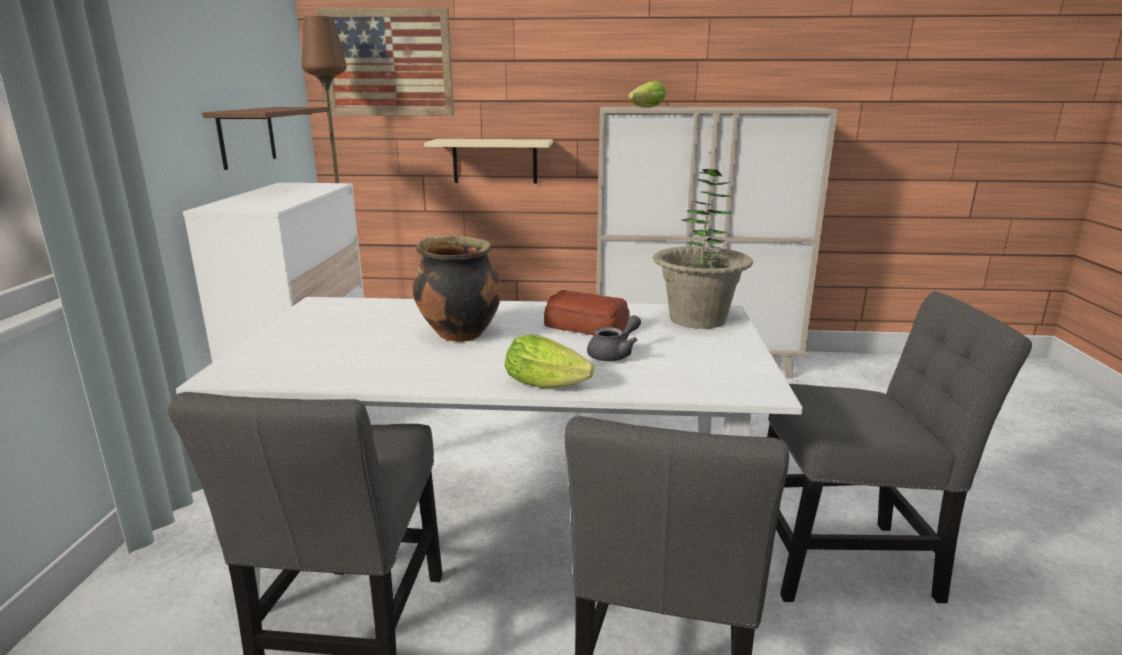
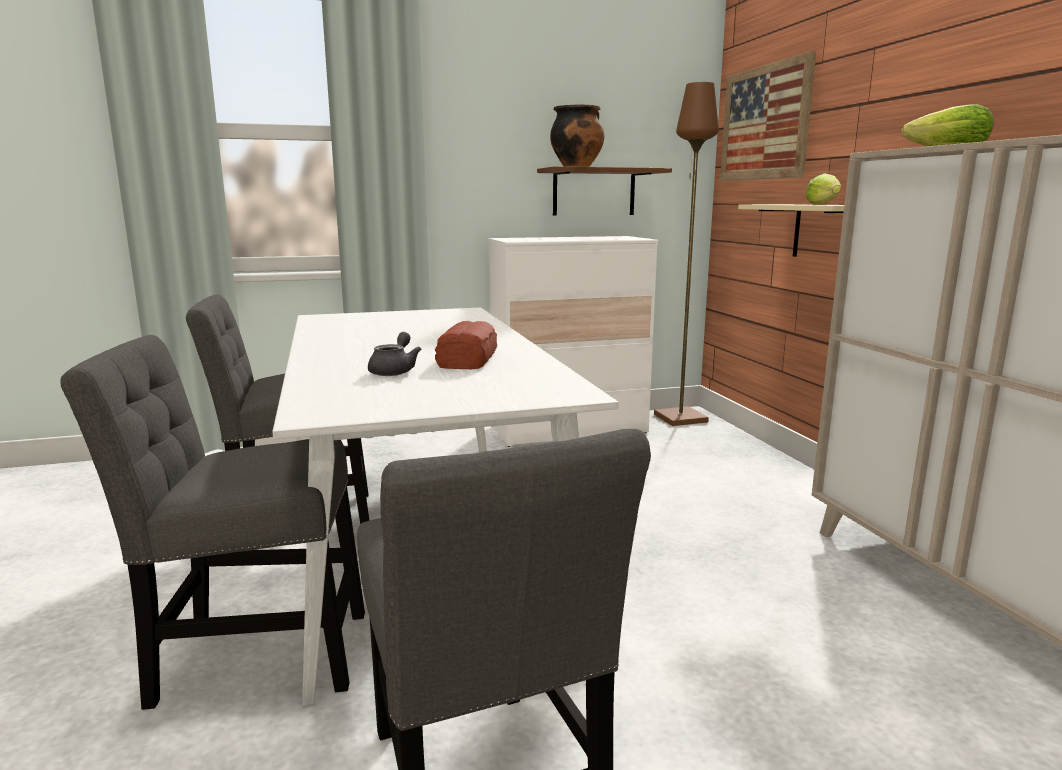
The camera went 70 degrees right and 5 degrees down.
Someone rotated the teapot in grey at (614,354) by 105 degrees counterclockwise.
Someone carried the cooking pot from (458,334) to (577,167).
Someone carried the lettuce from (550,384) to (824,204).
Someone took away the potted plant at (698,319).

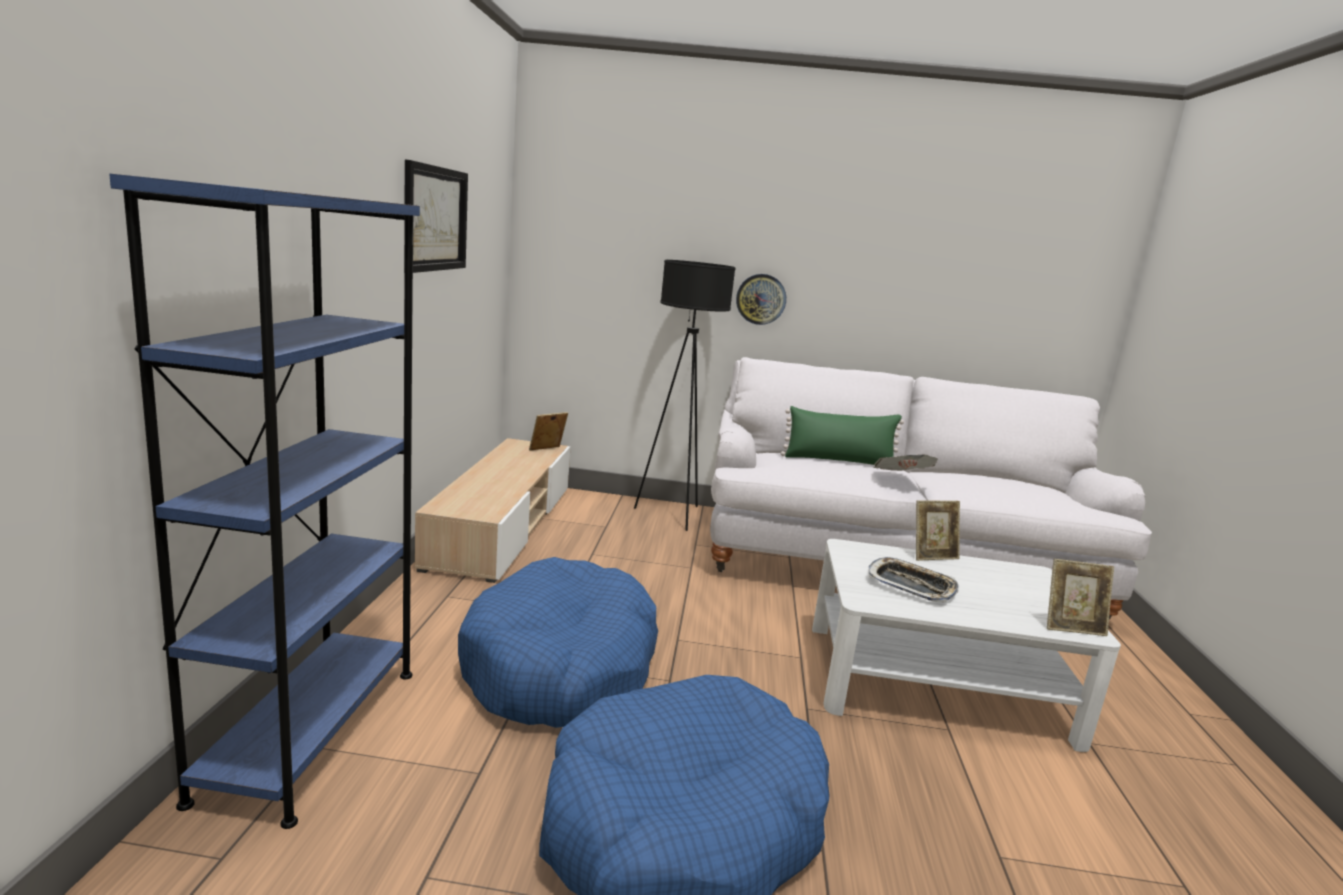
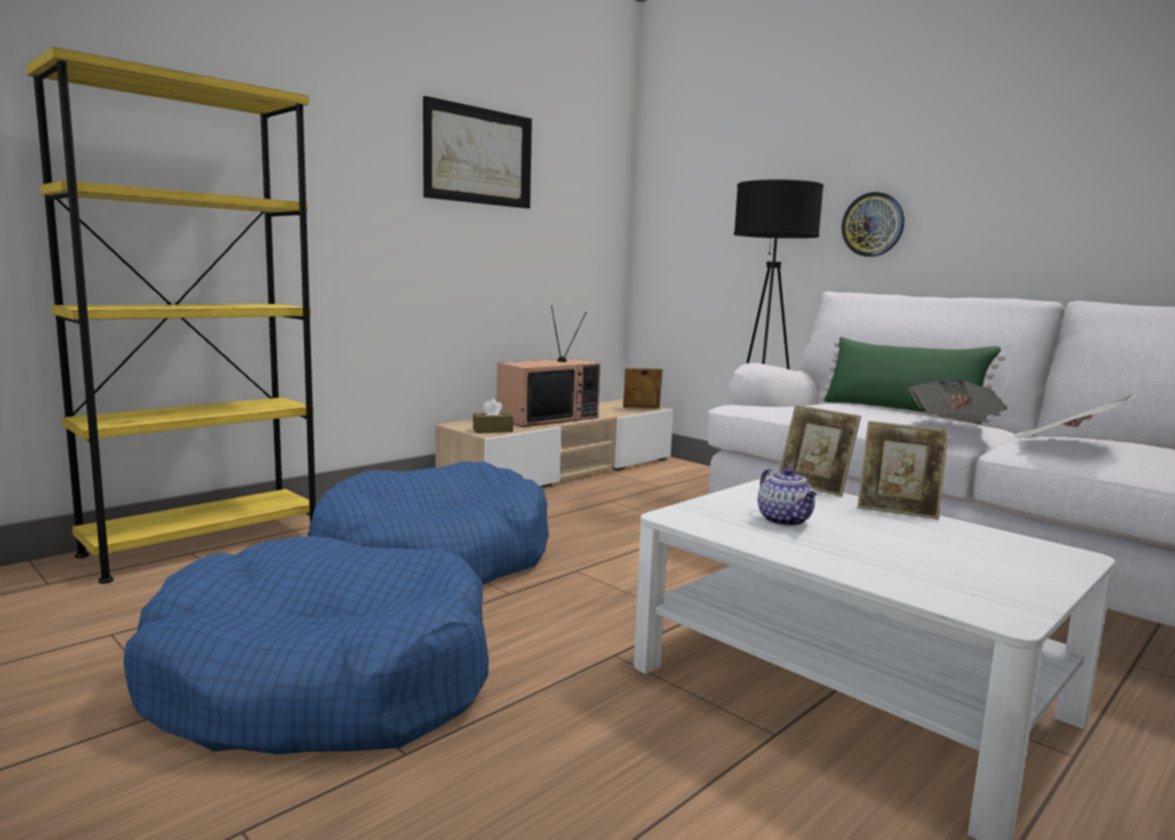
The camera went 40 degrees right and 5 degrees down.
Someone repainted the bookcase in blue at (311,731), which became the bookcase in yellow at (203,544).
Someone put down the tissue box in brown at (492,430).
Someone put down the television at (548,418).
Someone swapped the tray at (911,585) for the teapot at (785,521).
Someone carried the picture frame from (1072,627) to (814,487).
Someone put down the newspaper at (1065,445).

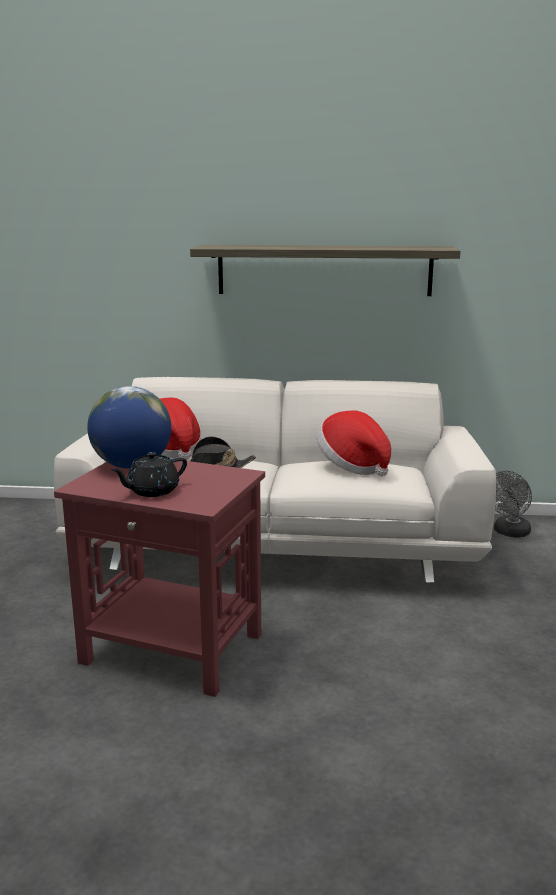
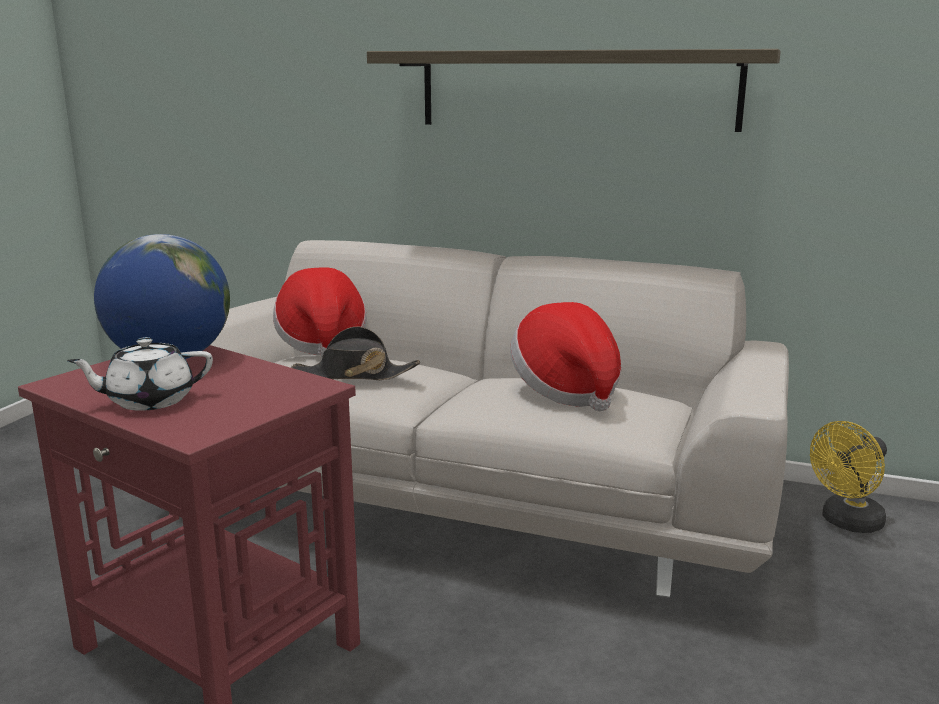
The camera went 15 degrees right and 0 degrees up.
Someone repainted the teapot in black at (152,491), which became the teapot in white at (149,401).
Someone repainted the fan in grey at (509,533), which became the fan in yellow at (846,523).

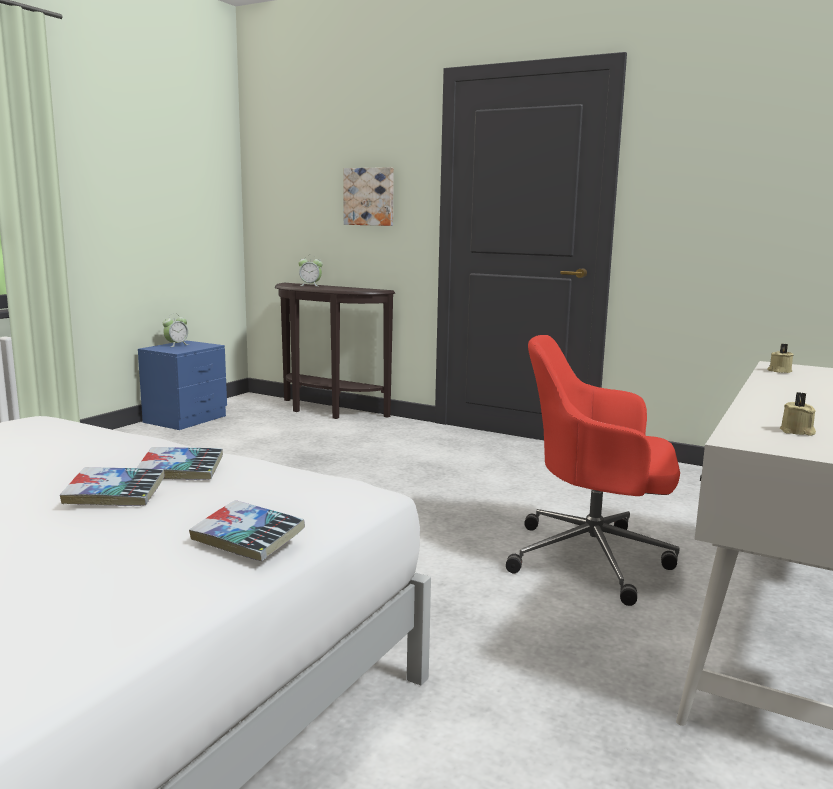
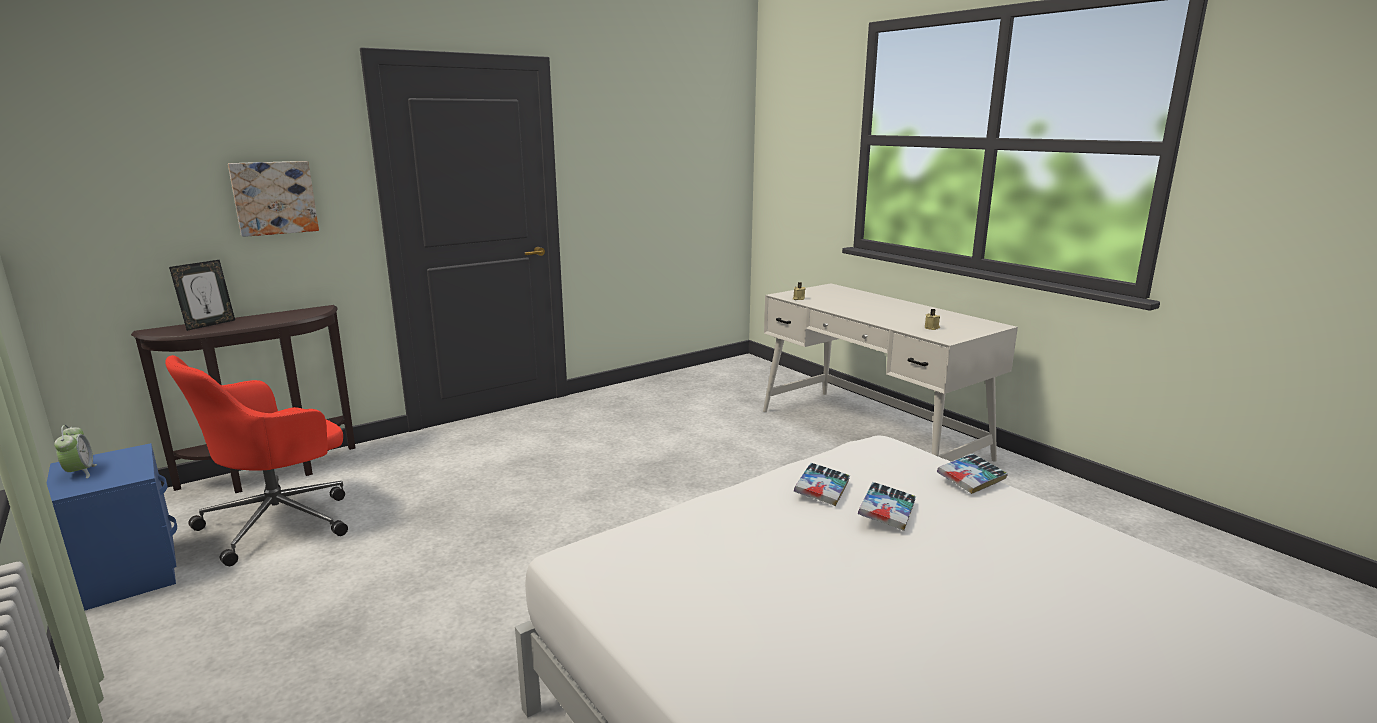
The camera went 65 degrees left and 5 degrees up.
Someone carried the office chair in red from (594,559) to (281,521).
Someone swapped the alarm clock at (310,285) for the picture frame at (209,324).

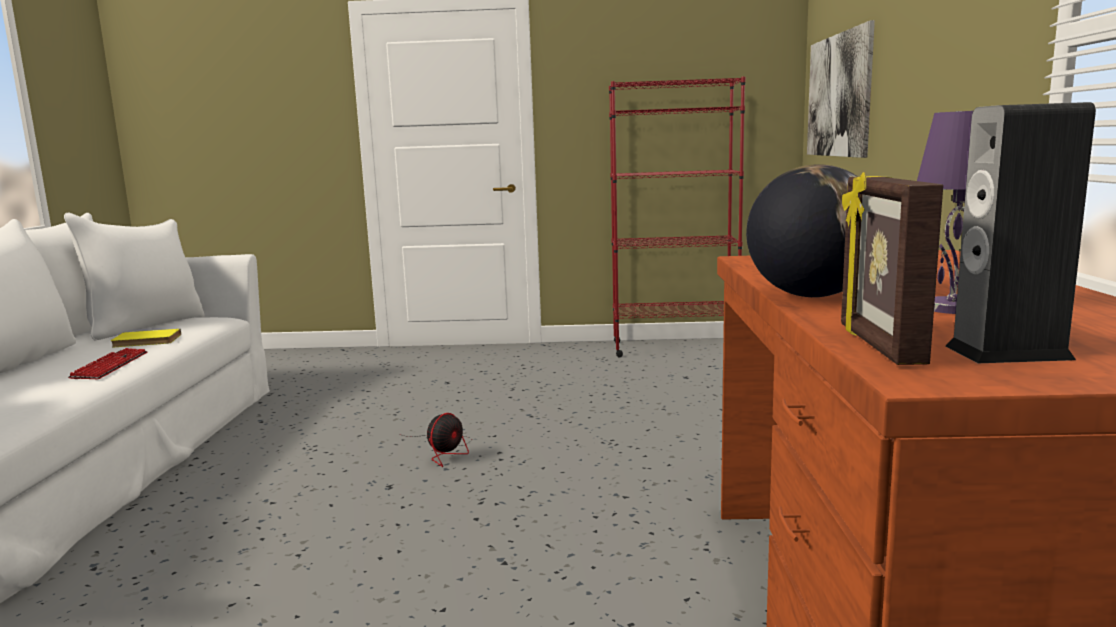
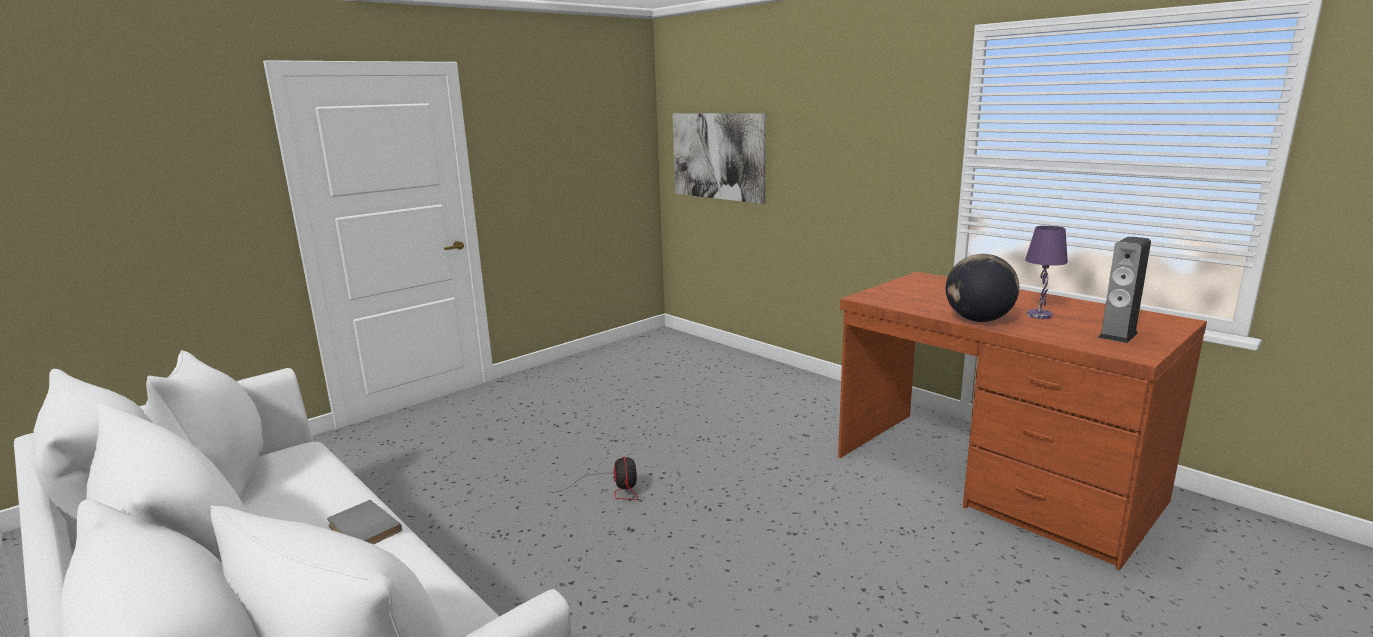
The camera went 45 degrees left and 5 degrees up.
Someone swapped the keyboard at (110,366) for the book in grey at (362,529).
Someone took away the book in yellow at (146,341).
Someone took away the bookcase in red at (675,348).
Someone took away the picture frame at (878,345).

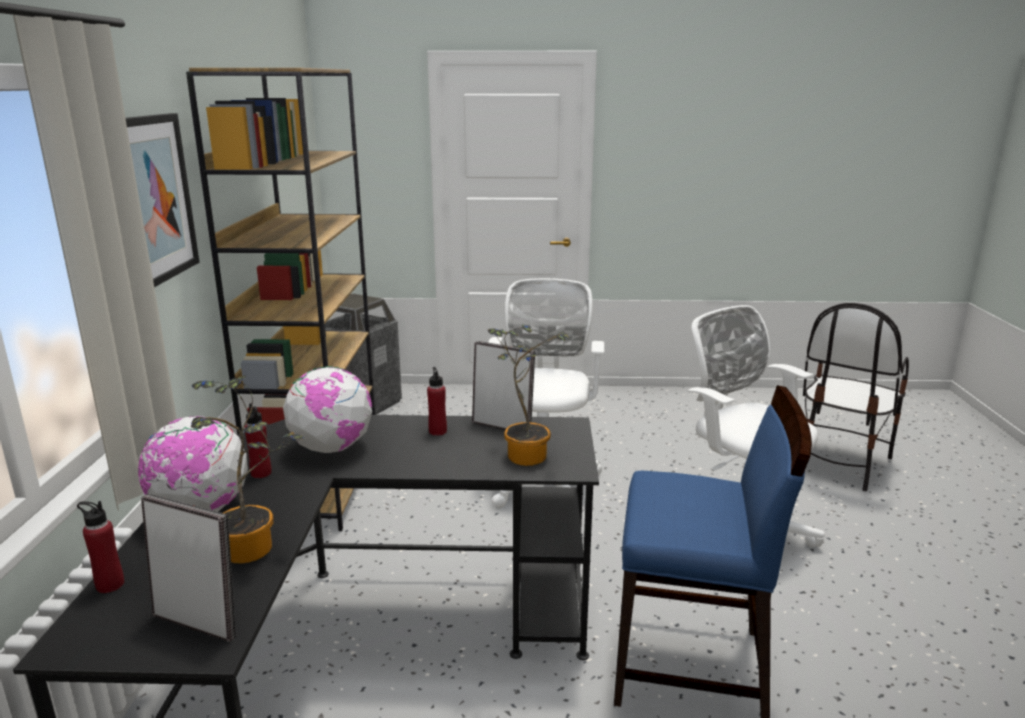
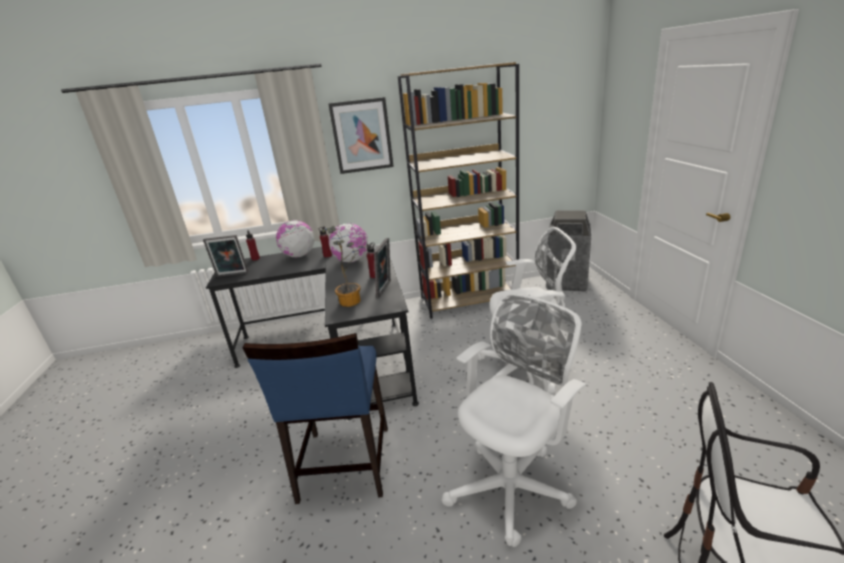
The camera went 80 degrees right and 5 degrees up.
Someone rotated the picture frame at (198,622) by 75 degrees clockwise.
Someone took away the potted plant at (255,549).

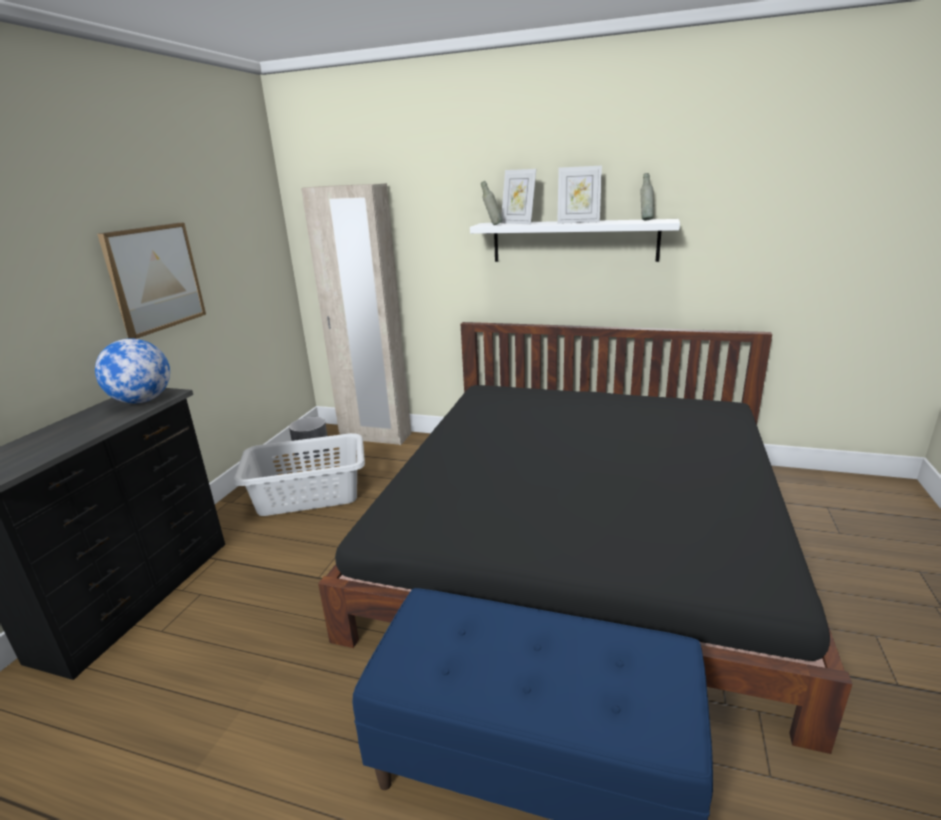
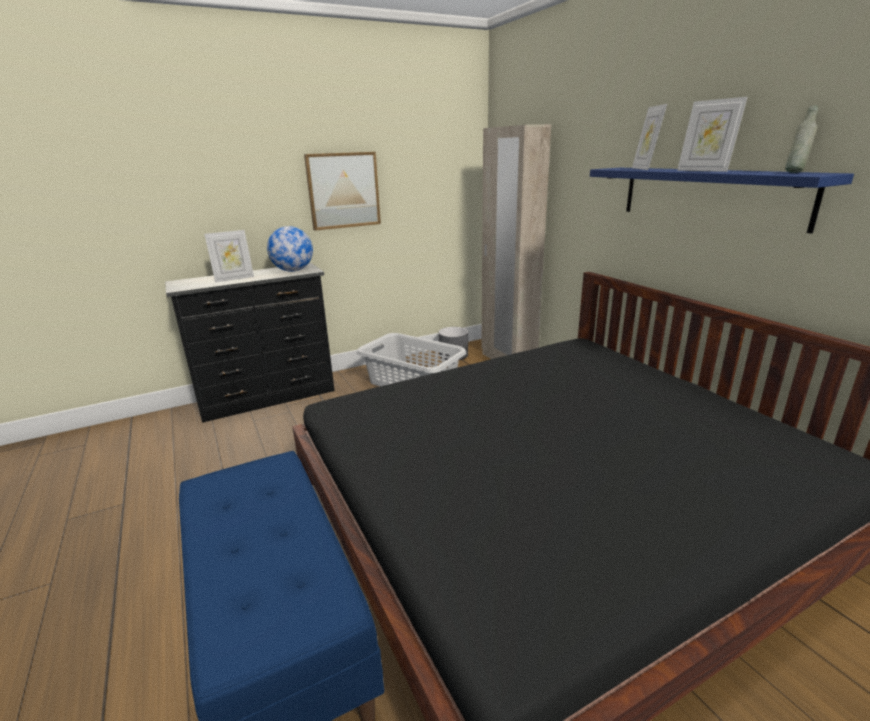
The camera went 45 degrees right and 0 degrees up.
Someone put down the picture frame at (234,279).
Someone repainted the shelf in white at (574,241), which became the shelf in blue at (709,195).
Someone took away the bottle in grey at (492,225).

